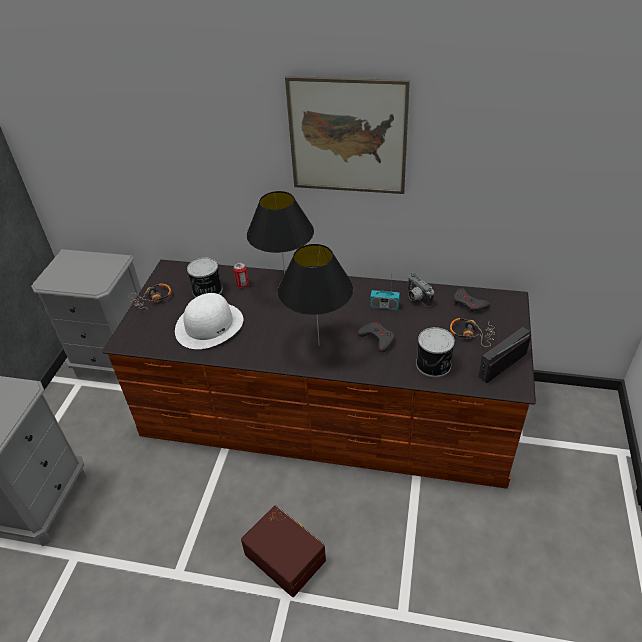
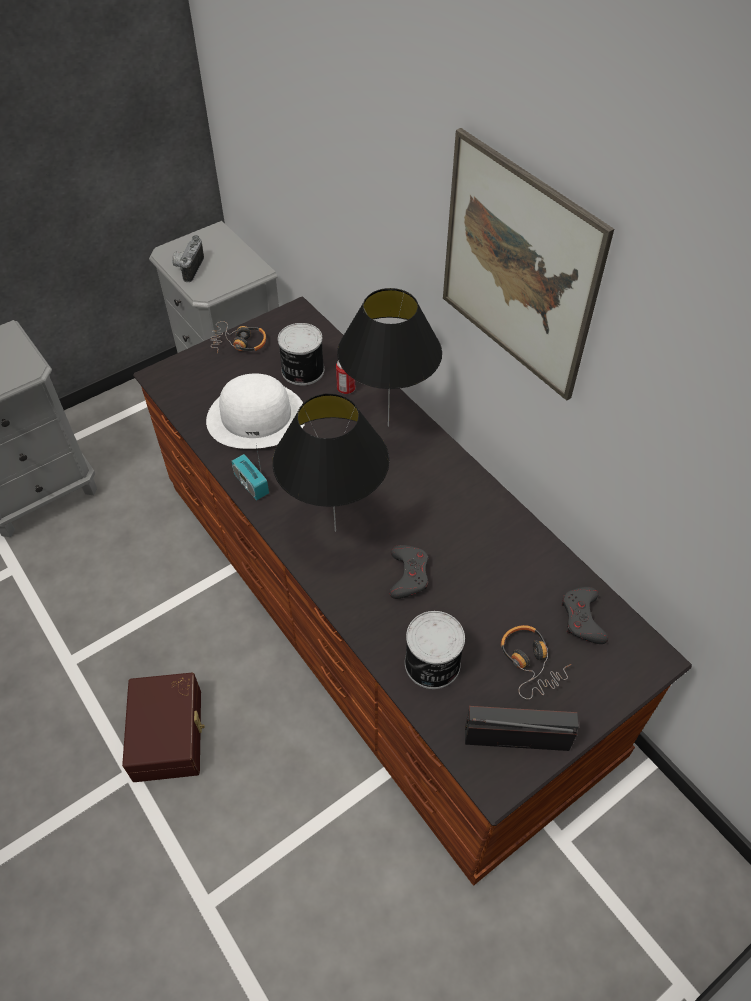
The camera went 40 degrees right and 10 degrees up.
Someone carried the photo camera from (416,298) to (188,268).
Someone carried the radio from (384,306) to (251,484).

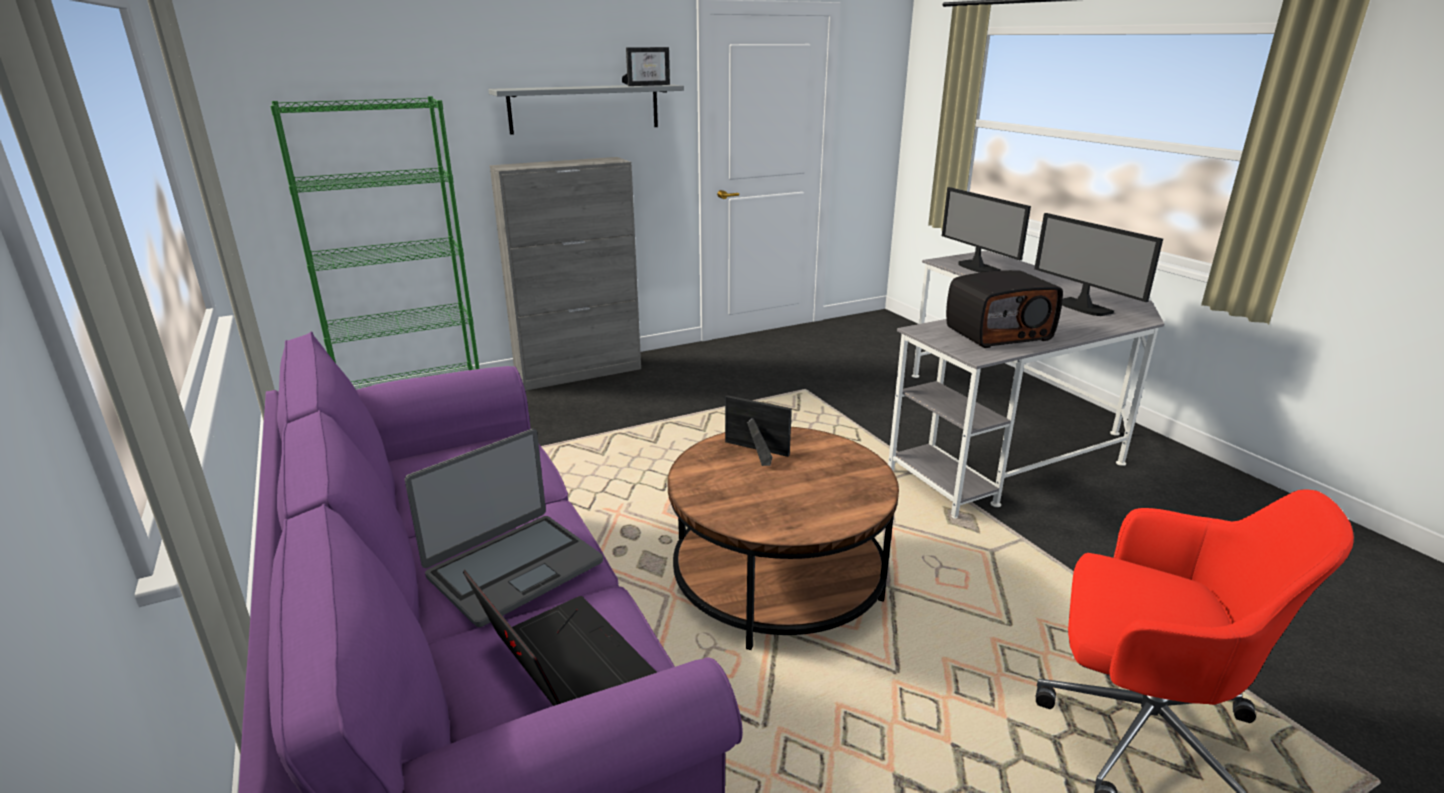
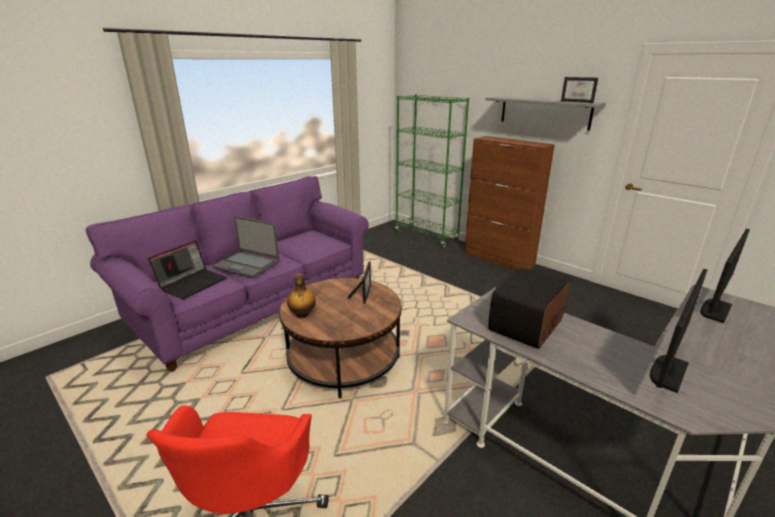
The camera went 70 degrees right and 0 degrees up.
Someone put down the bottle at (302,315).
Someone repainted the cabinet in grey at (579,373), which became the cabinet in brown at (499,259).
Someone rotated the radio at (997,333) by 75 degrees clockwise.

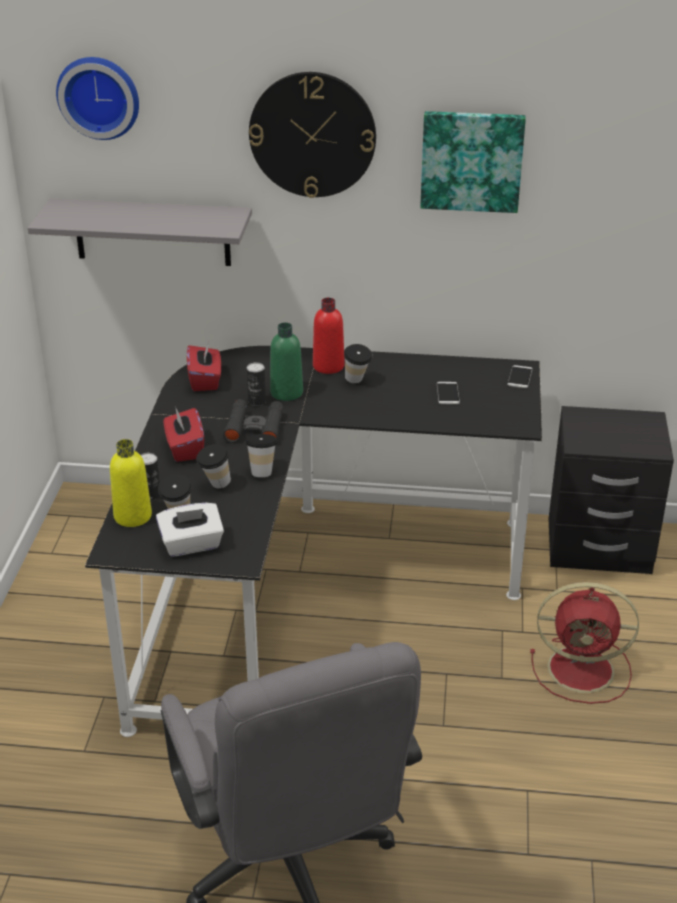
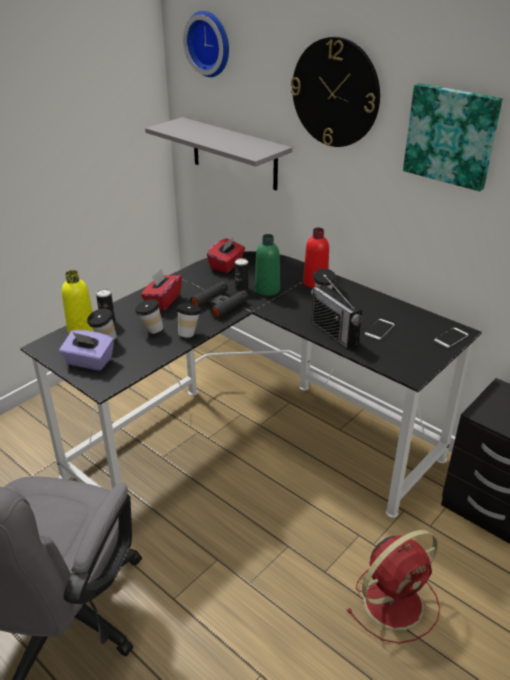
The camera went 35 degrees right and 0 degrees up.
Someone repainted the tissue box in white at (191,545), which became the tissue box in purple at (89,362).
Someone put down the radio at (334,333).
Someone rotated the fan in red at (584,669) by 75 degrees counterclockwise.

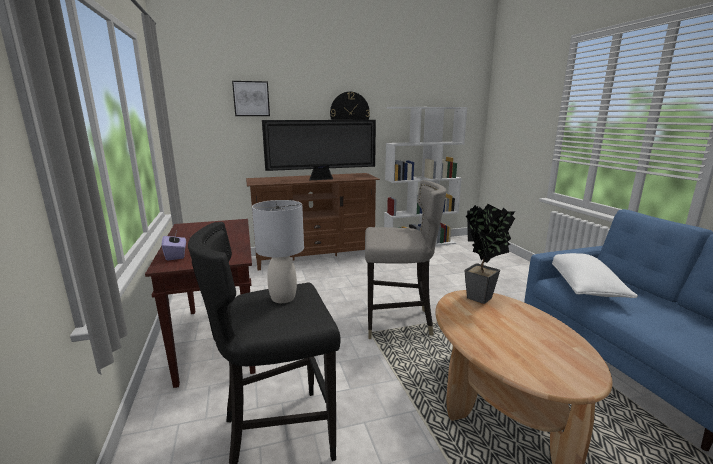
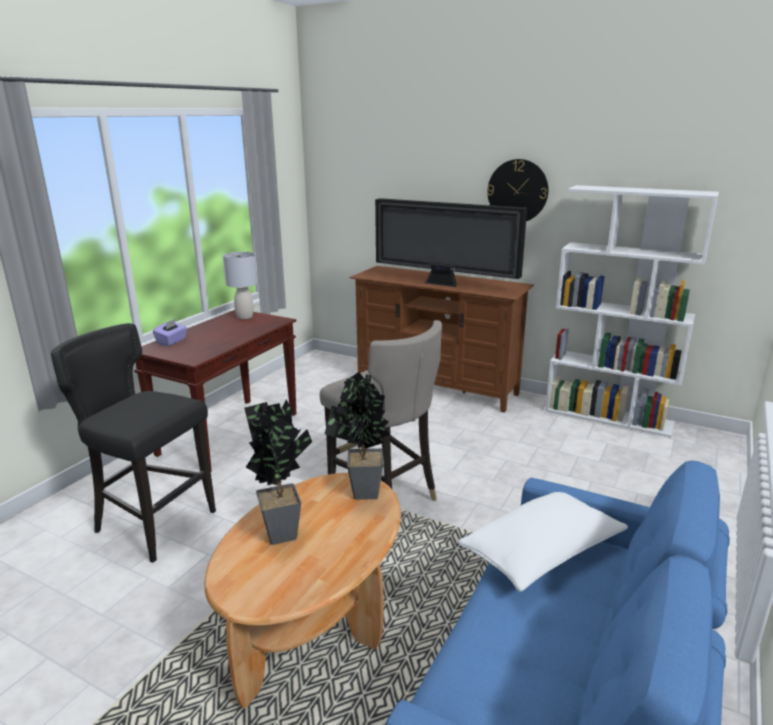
The camera went 45 degrees right and 5 degrees up.
Someone carried the table lamp in grey from (282,298) to (244,317).
Someone put down the potted plant at (283,529).
Someone took away the picture at (251,98).

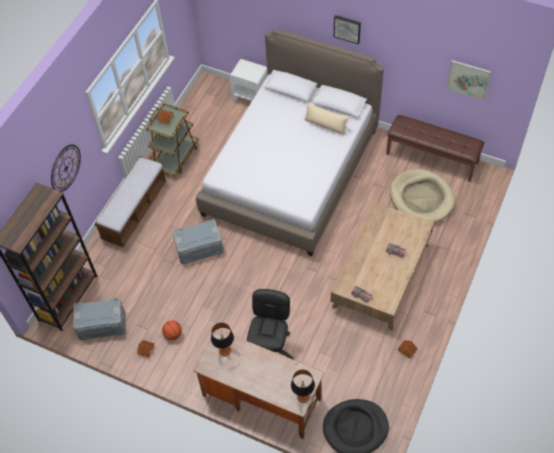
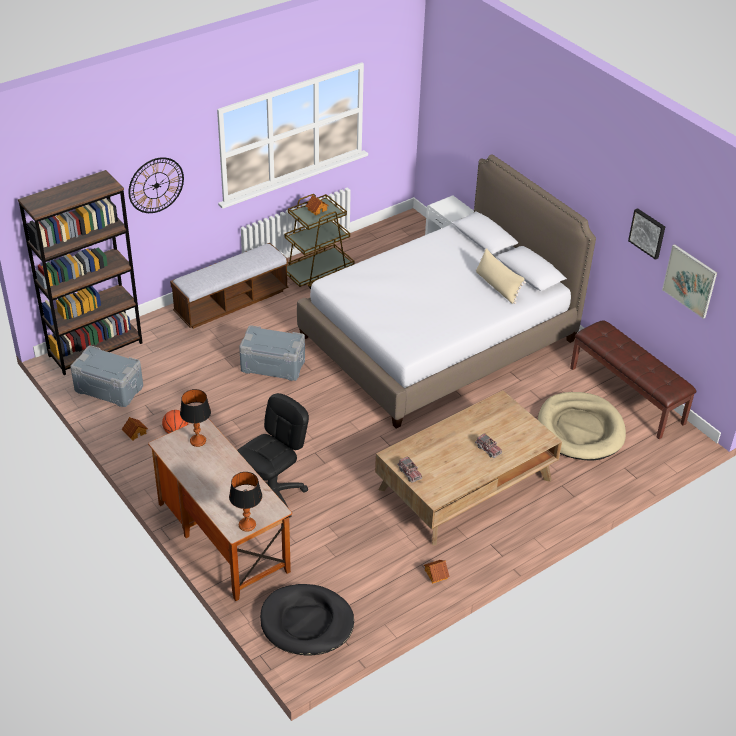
The camera went 25 degrees right and 15 degrees down.
Someone carried the picture from (347,28) to (648,233).

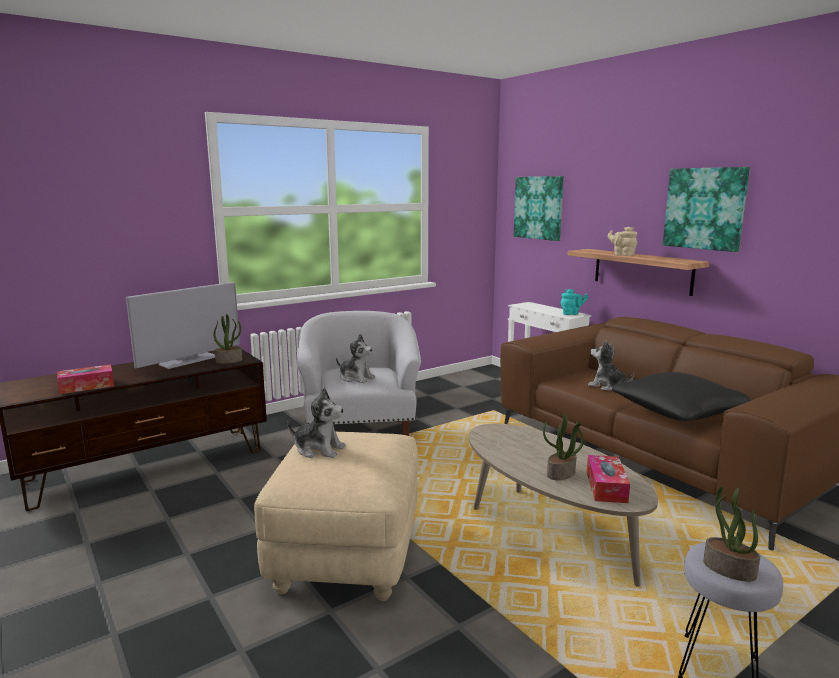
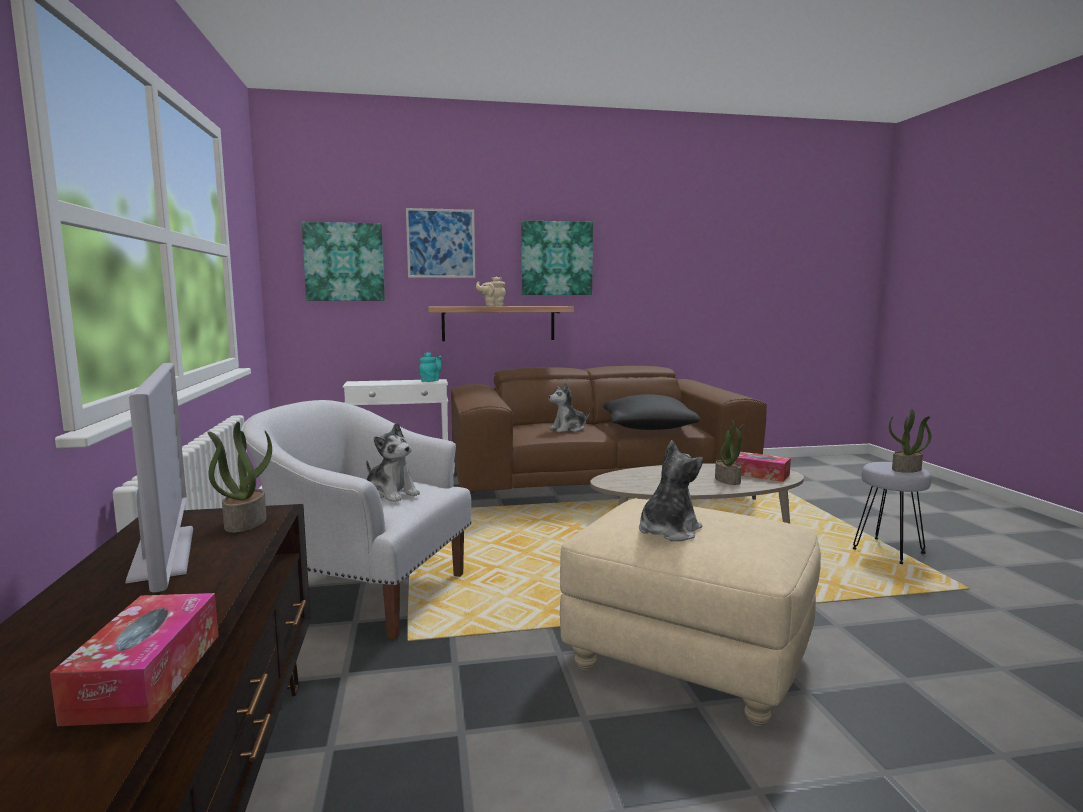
The camera went 65 degrees left and 5 degrees down.
Someone rotated the plush toy at (356,378) by 75 degrees clockwise.
Someone put up the picture at (441,243).

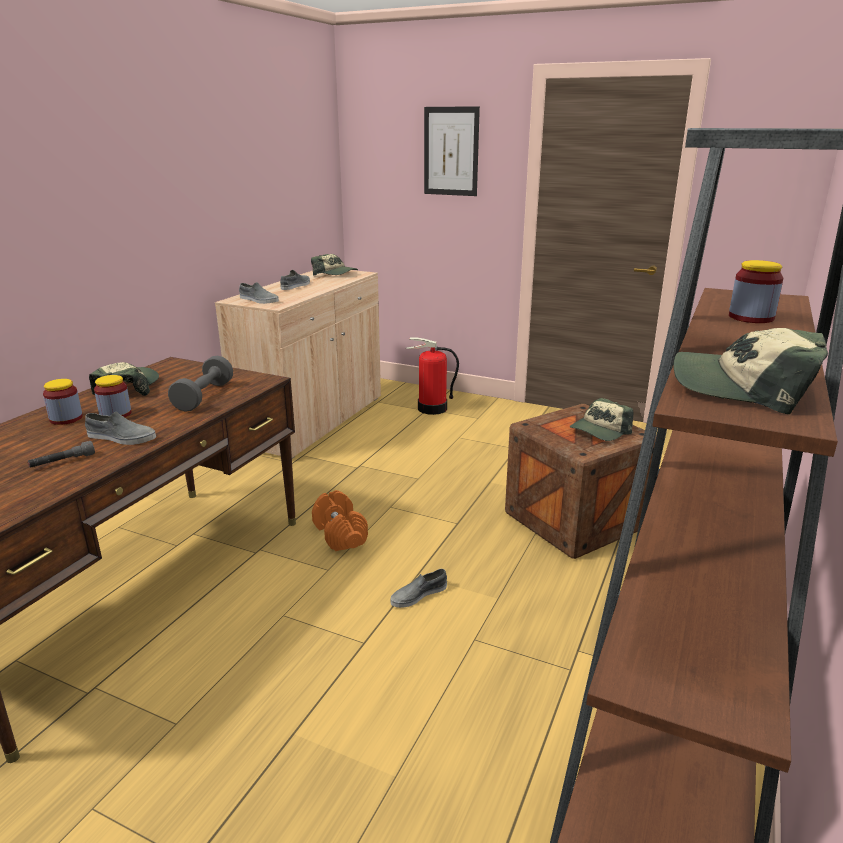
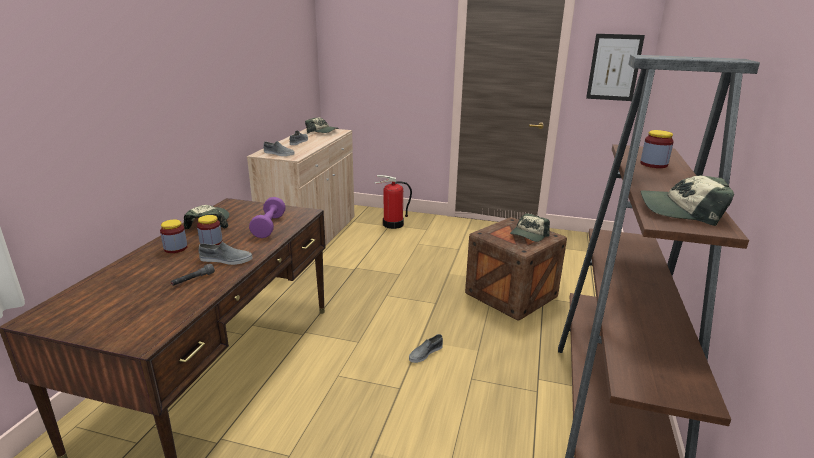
The camera went 10 degrees left and 0 degrees up.
Someone repainted the dumbbell in grey at (204,396), which became the dumbbell in purple at (269,226).
Someone carried the picture from (451,151) to (614,67).
Someone took away the dumbbell in orange at (339,534).

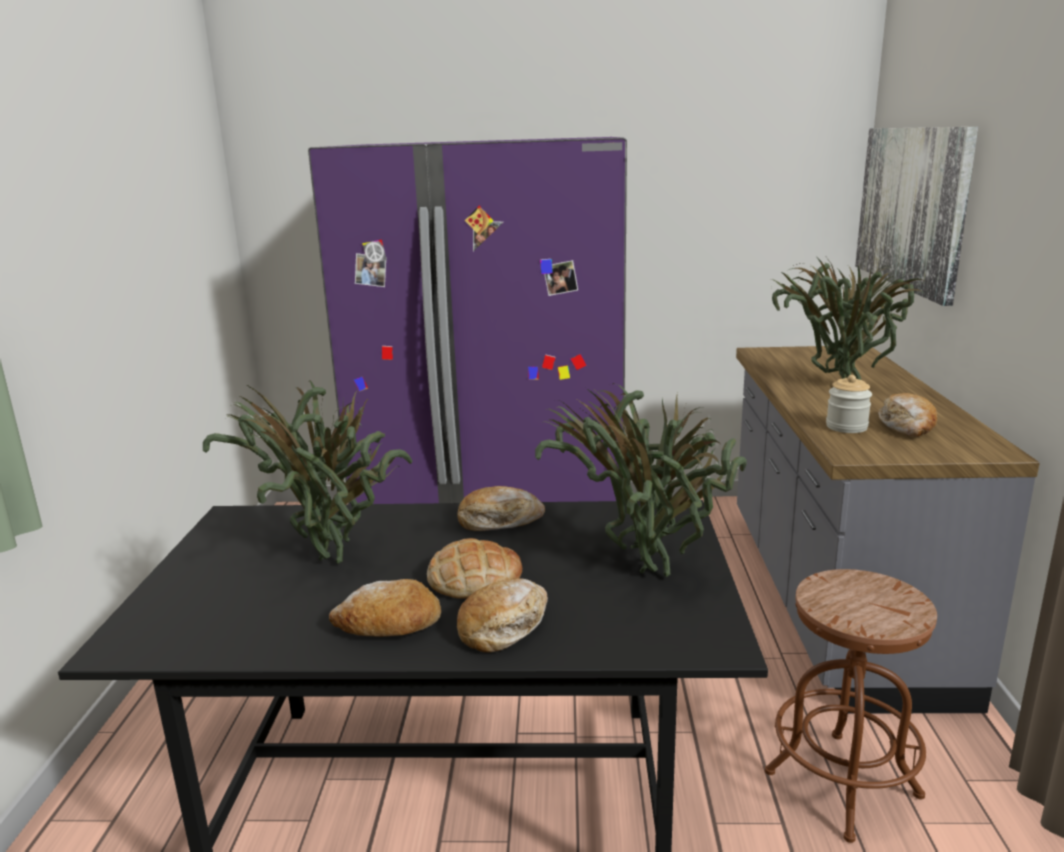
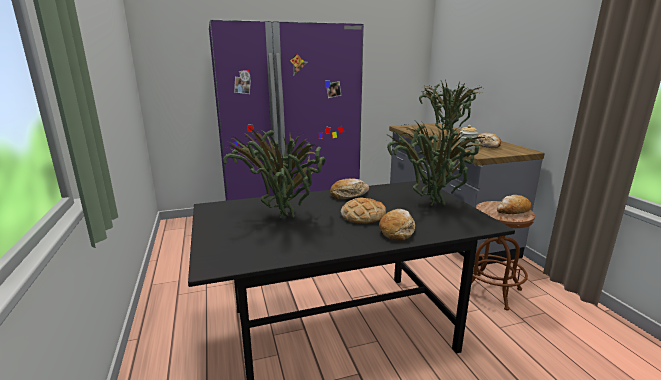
The camera went 20 degrees left and 0 degrees up.
Someone carried the bread from (388,625) to (512,211).
Someone took away the picture at (911,207).

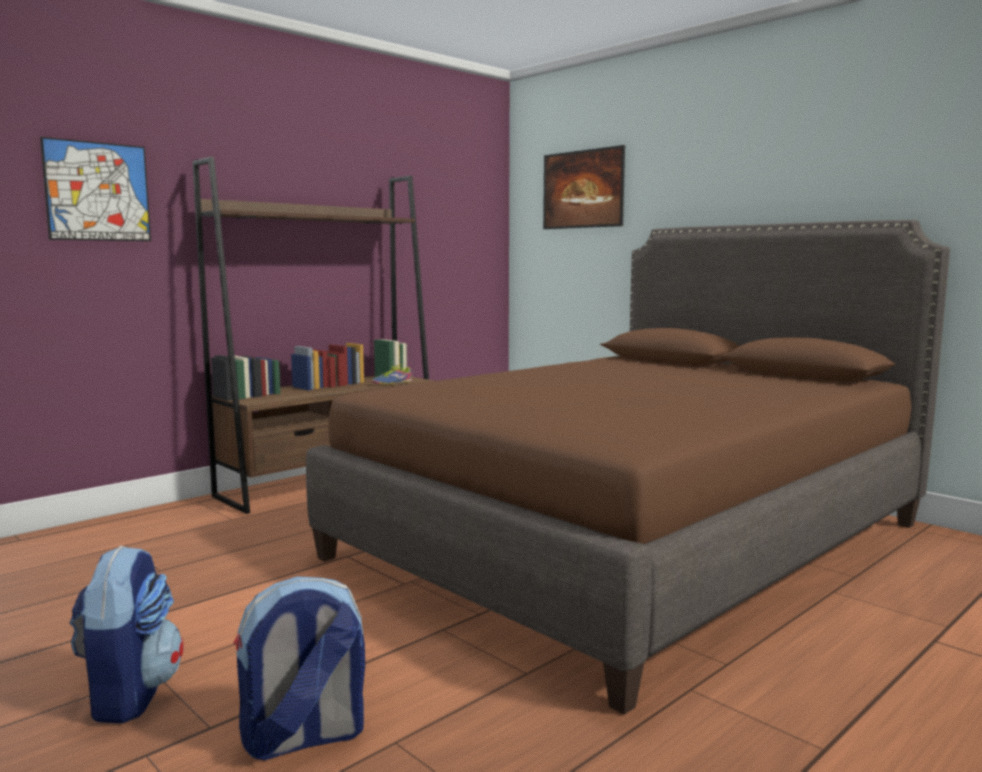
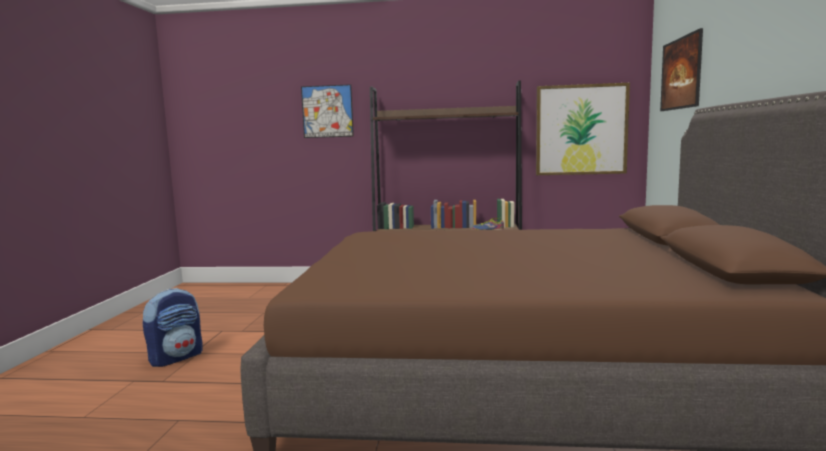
The camera went 50 degrees right and 0 degrees up.
Someone put up the picture at (581,130).
Someone took away the backpack at (303,738).

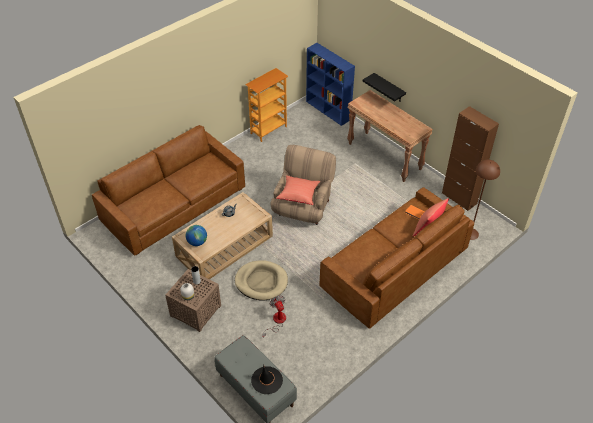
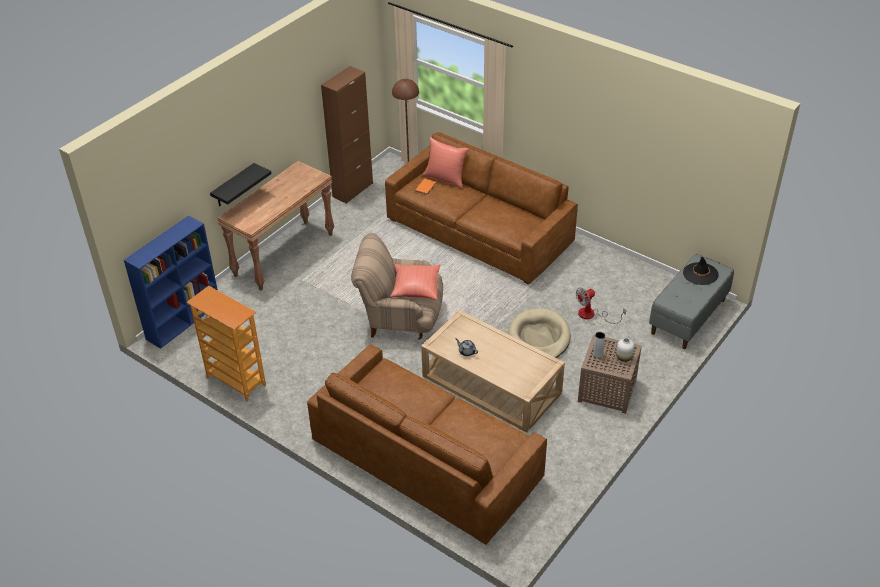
The camera went 100 degrees left and 5 degrees down.
Someone took away the globe at (197,242).

